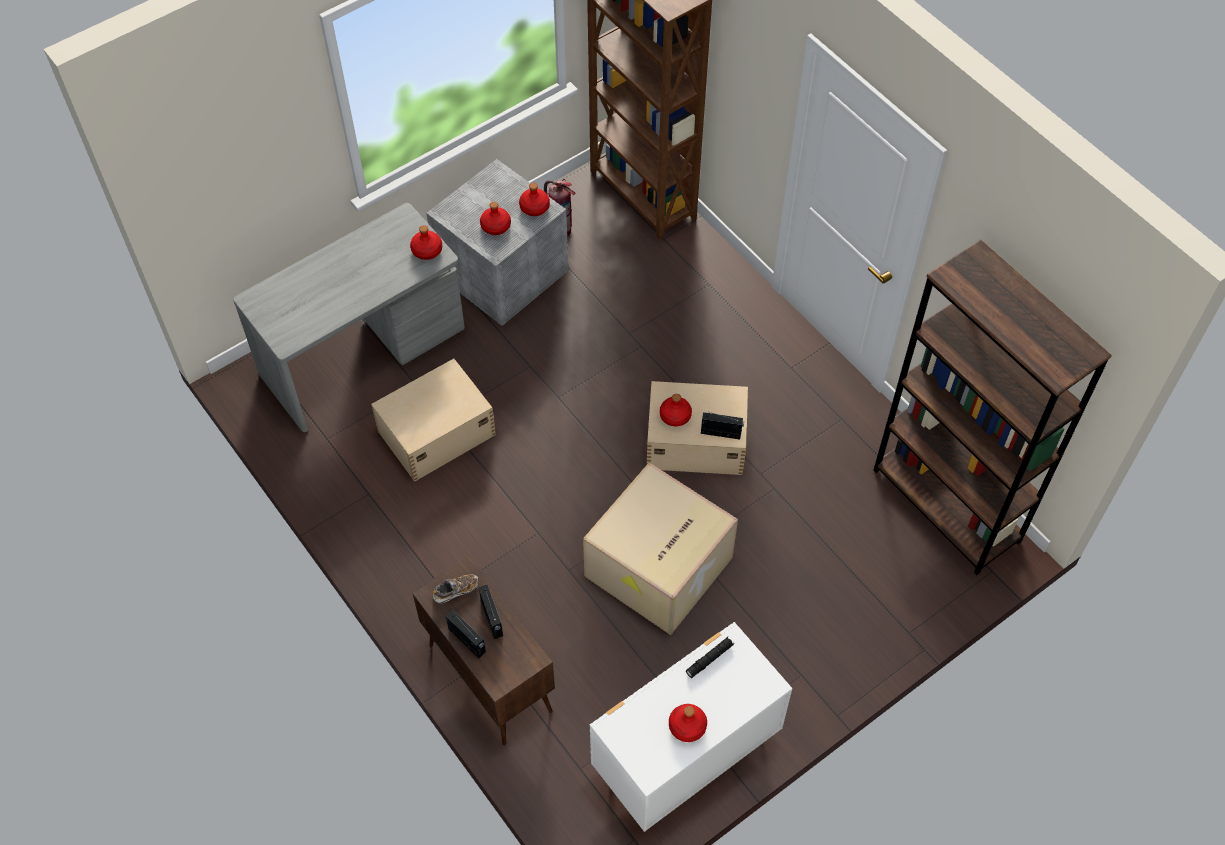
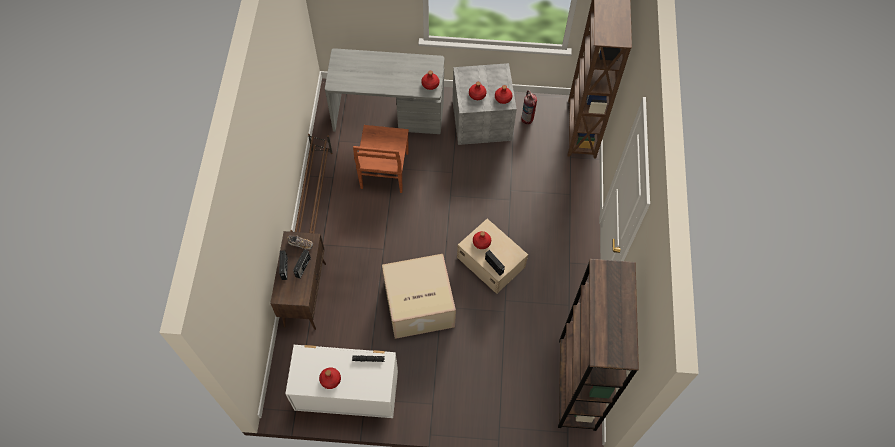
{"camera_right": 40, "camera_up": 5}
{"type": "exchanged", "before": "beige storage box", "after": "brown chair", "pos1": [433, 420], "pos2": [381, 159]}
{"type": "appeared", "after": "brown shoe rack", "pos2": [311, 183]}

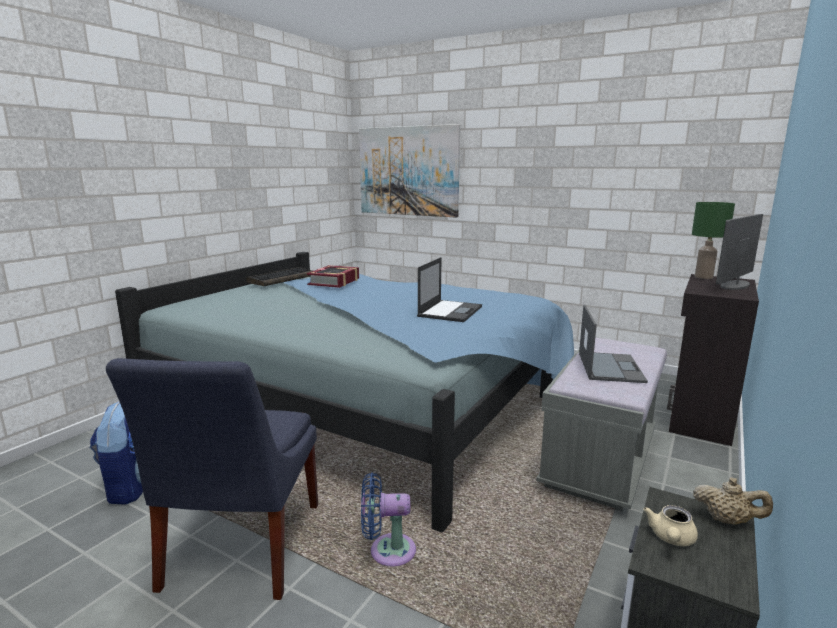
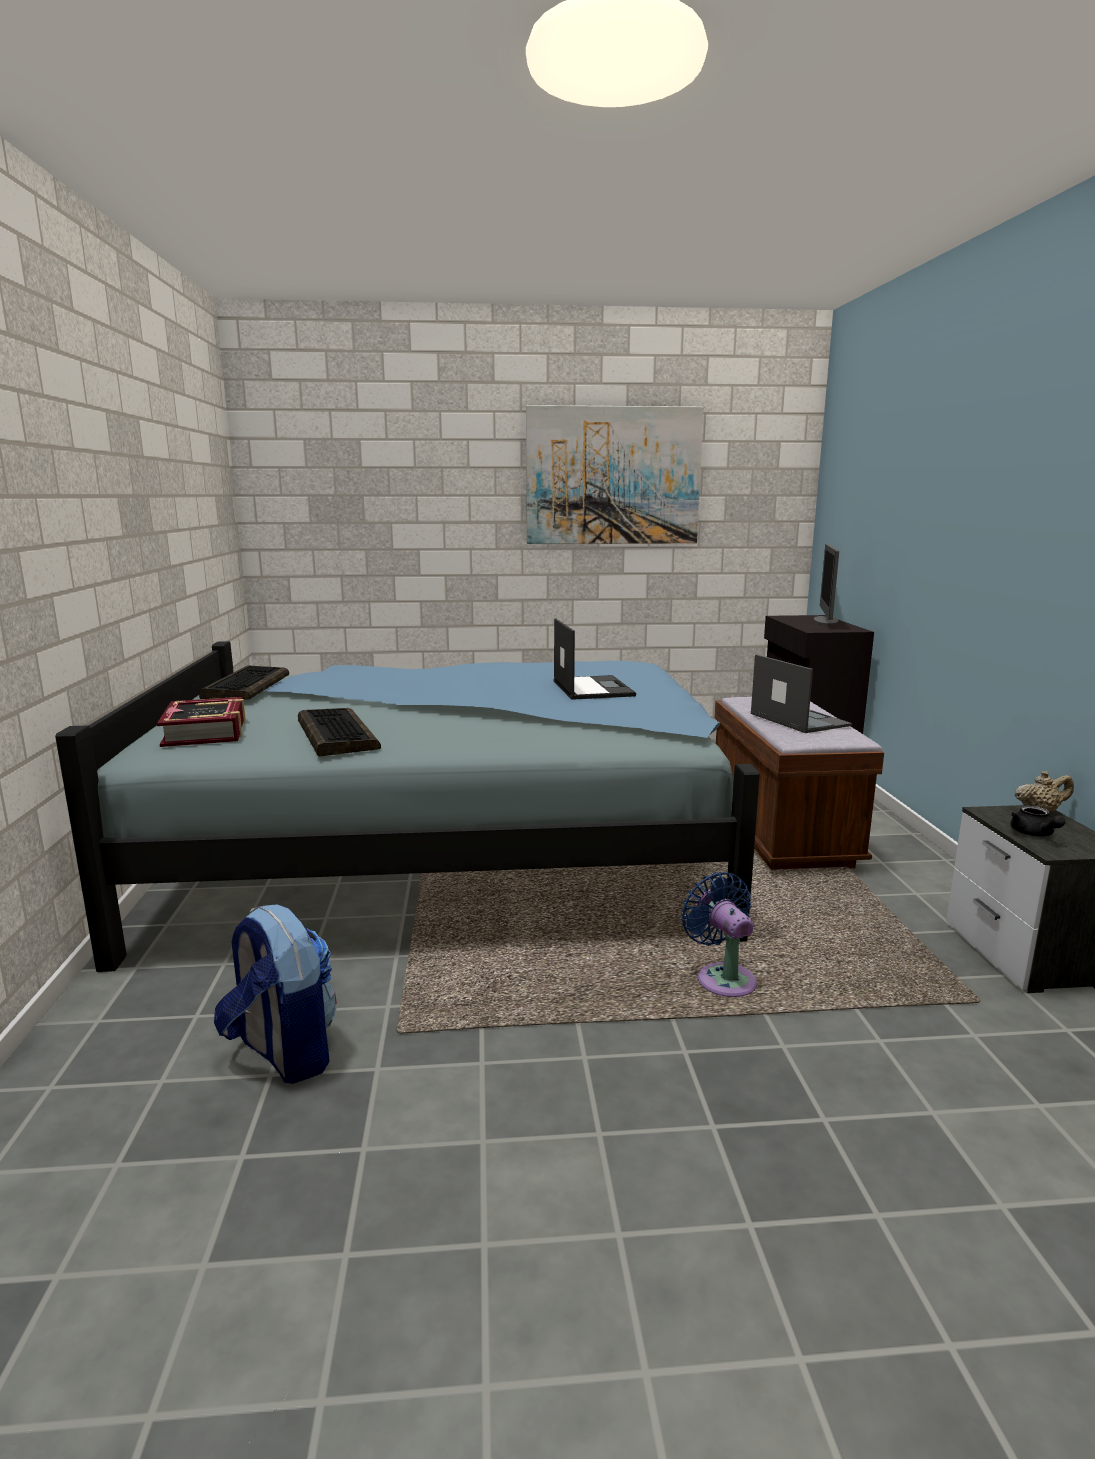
{"camera_right": -35, "camera_up": 0}
{"type": "missing", "before": "blue chair", "pos1": [212, 479]}
{"type": "relocated", "before": "book", "pos1": [333, 276], "pos2": [201, 722]}
{"type": "relocated", "before": "picture", "pos1": [409, 171], "pos2": [615, 474]}
{"type": "spun", "before": "blue fan", "pos1": [388, 520], "pos2": [719, 934], "turn": 105}
{"type": "colour", "before": "grey bench", "after": "brown bench", "pos1": [601, 425], "pos2": [799, 783]}
{"type": "colour", "before": "beige teapot", "after": "black teapot", "pos1": [670, 525], "pos2": [1038, 820]}
{"type": "missing", "before": "green table lamp", "pos1": [713, 240]}
{"type": "appeared", "after": "keyboard", "pos2": [339, 732]}

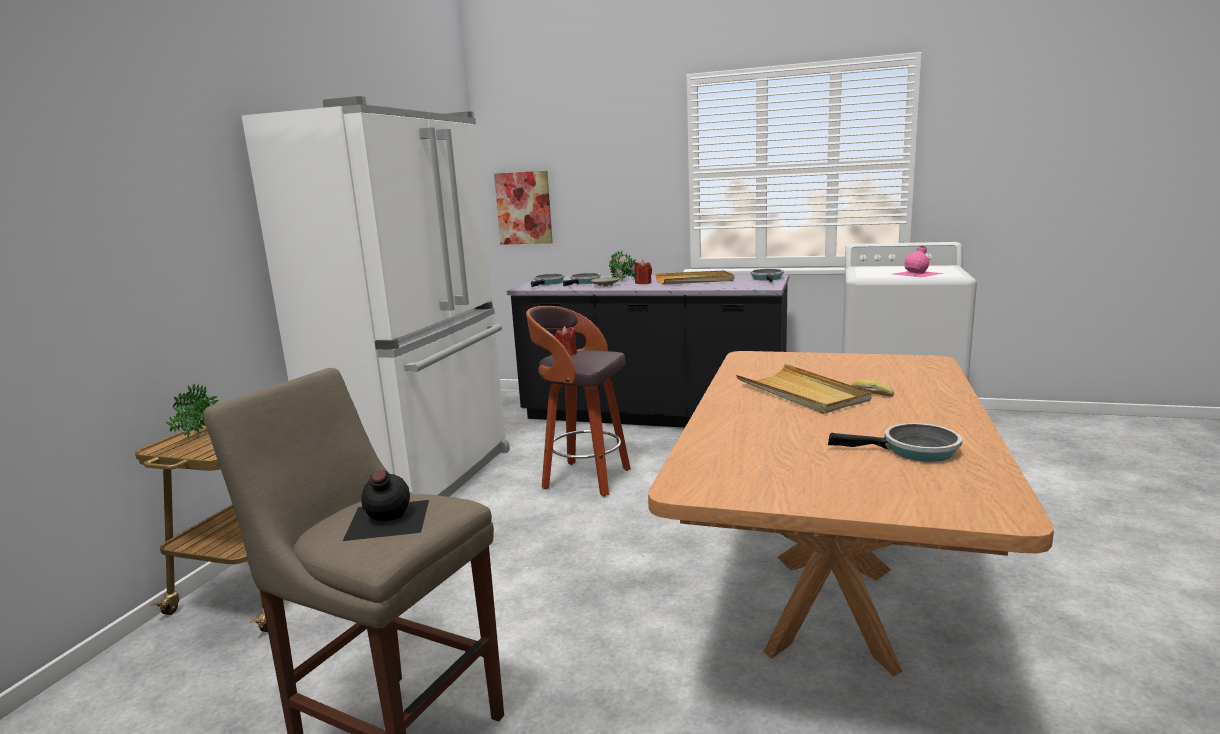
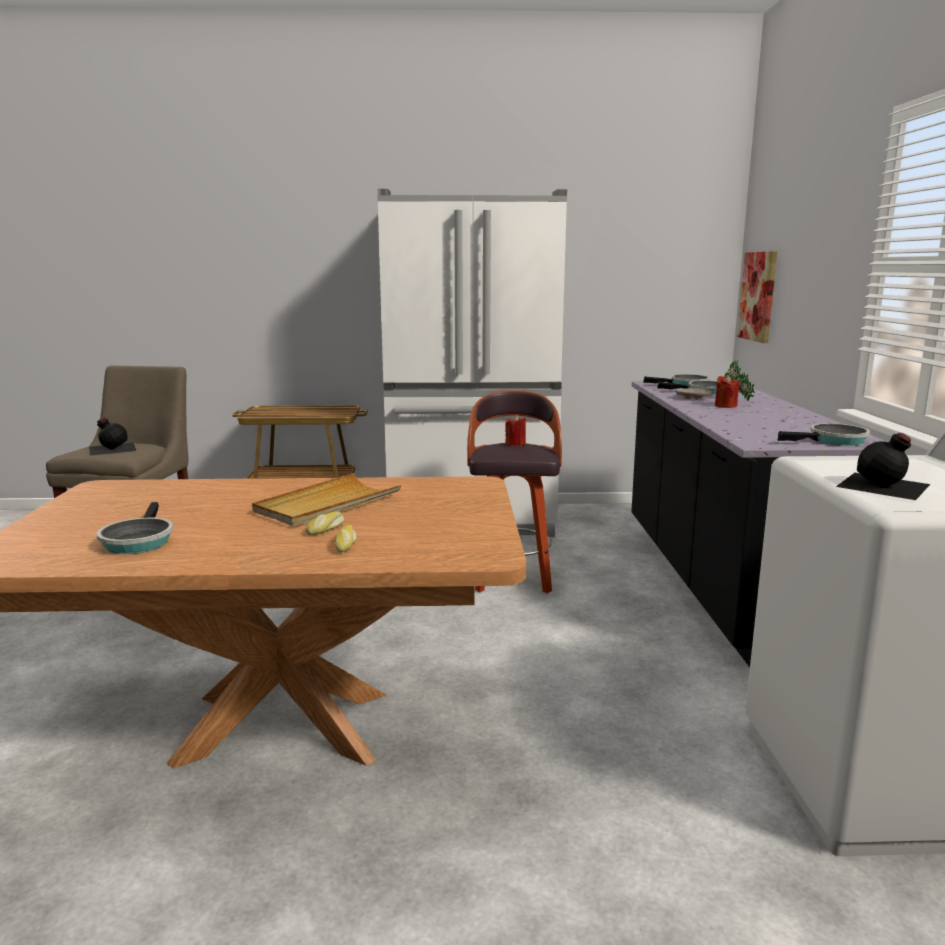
{"camera_right": 70, "camera_up": 0}
{"type": "missing", "before": "potted plant", "pos1": [192, 411]}
{"type": "missing", "before": "beige tray", "pos1": [695, 277]}
{"type": "colour", "before": "pink bottle", "after": "black bottle", "pos1": [918, 261], "pos2": [883, 466]}
{"type": "appeared", "after": "bread", "pos2": [346, 539]}

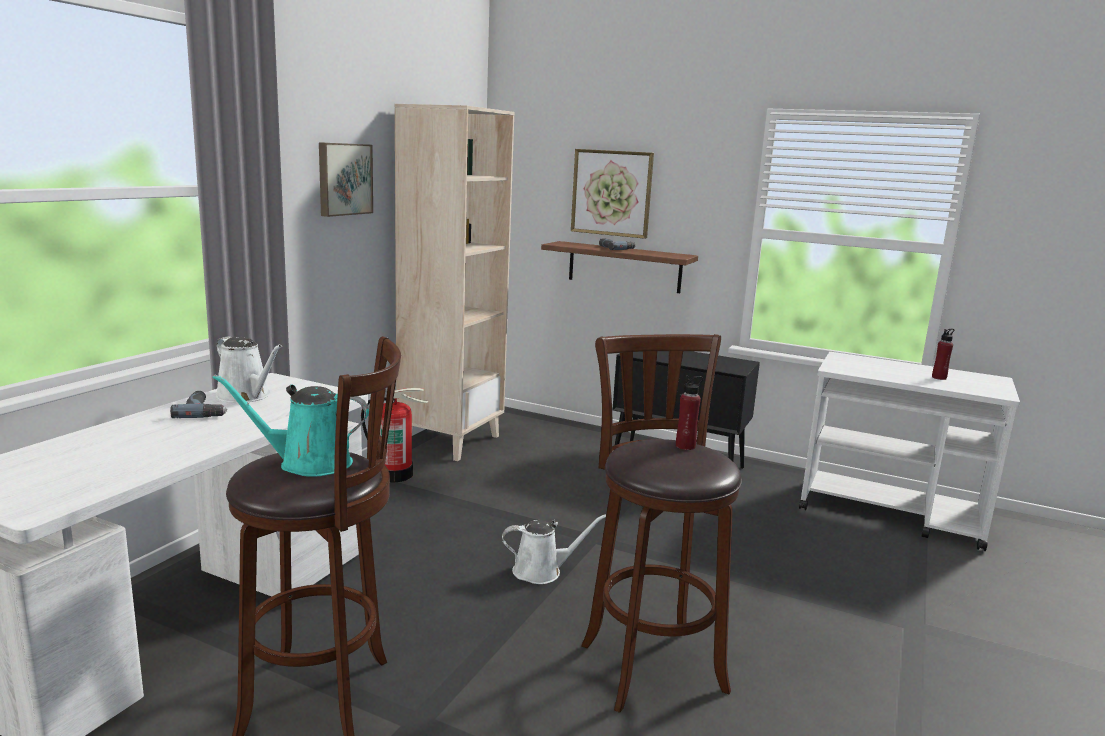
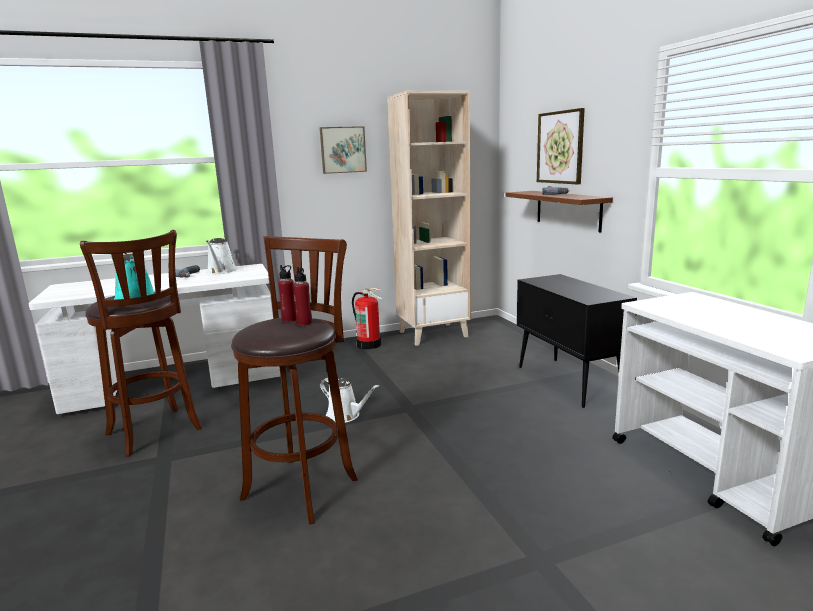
{"camera_right": 45, "camera_up": 0}
{"type": "relocated", "before": "red bottle", "pos1": [943, 354], "pos2": [287, 293]}

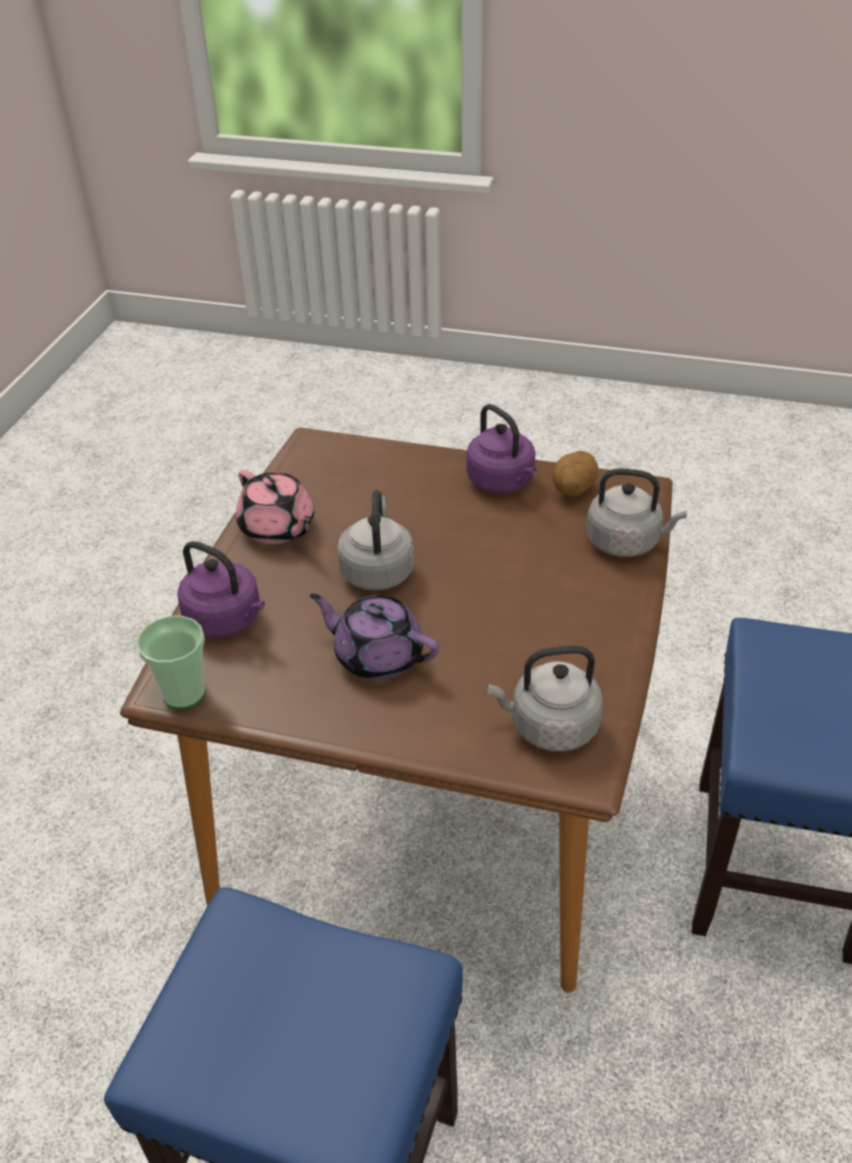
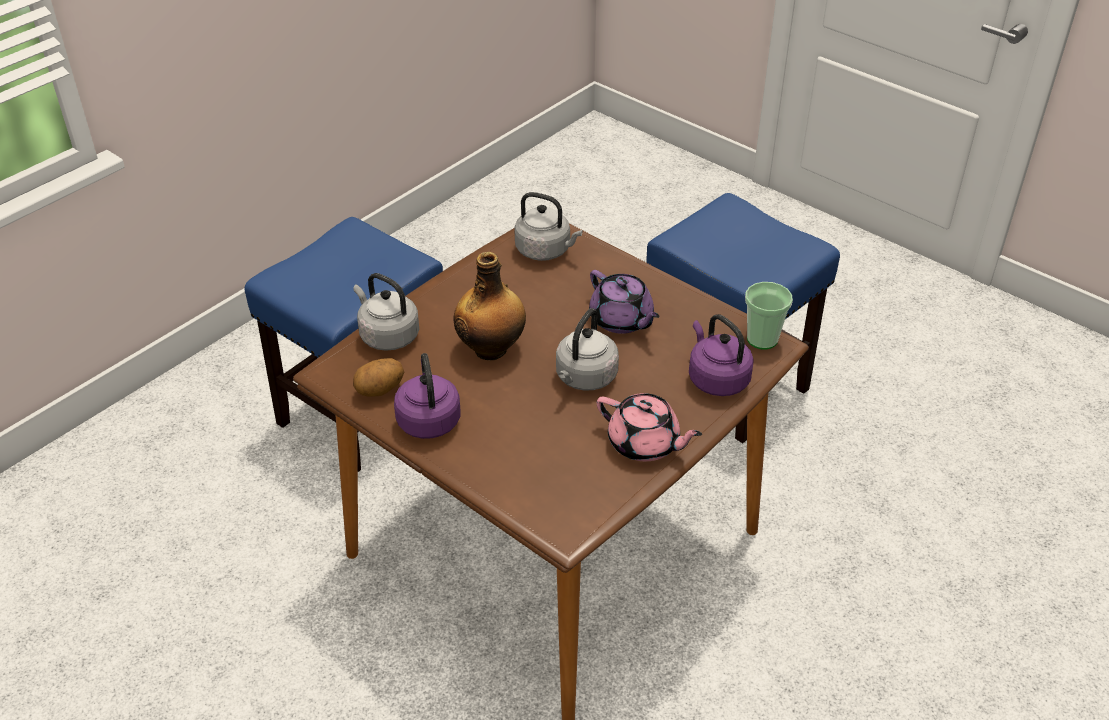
{"camera_right": -155, "camera_up": 0}
{"type": "spun", "before": "pink teapot", "pos1": [275, 506], "pos2": [649, 427], "turn": 135}
{"type": "appeared", "after": "bottle", "pos2": [489, 306]}

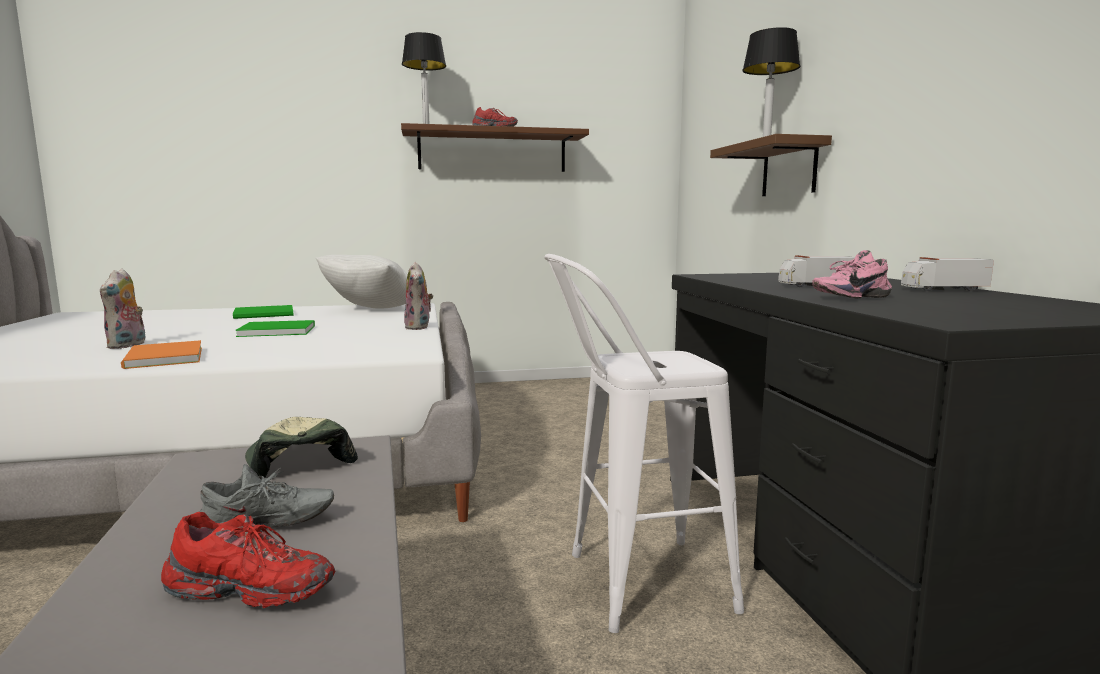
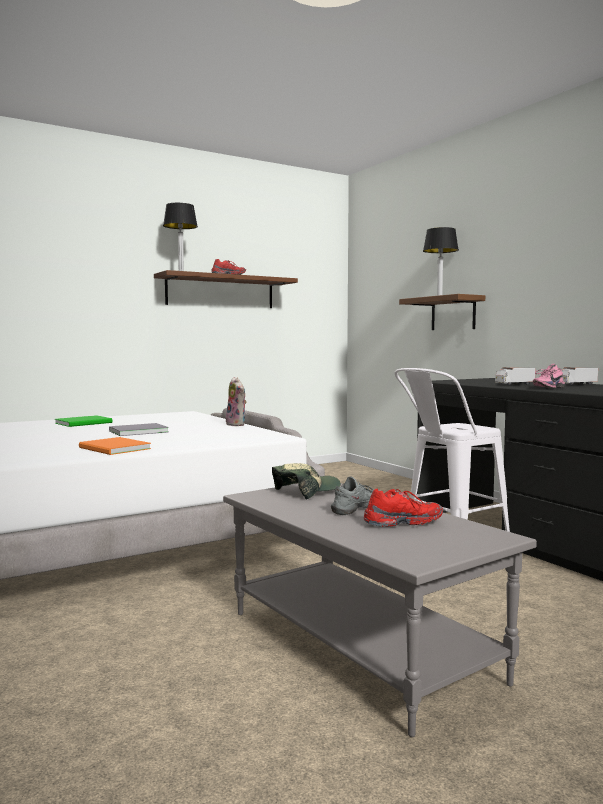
{"camera_right": -20, "camera_up": -5}
{"type": "missing", "before": "plush toy", "pos1": [123, 309]}
{"type": "colour", "before": "green book", "after": "grey book", "pos1": [275, 328], "pos2": [139, 429]}
{"type": "spun", "before": "cap", "pos1": [301, 447], "pos2": [306, 481], "turn": 105}
{"type": "missing", "before": "white pillow", "pos1": [362, 281]}

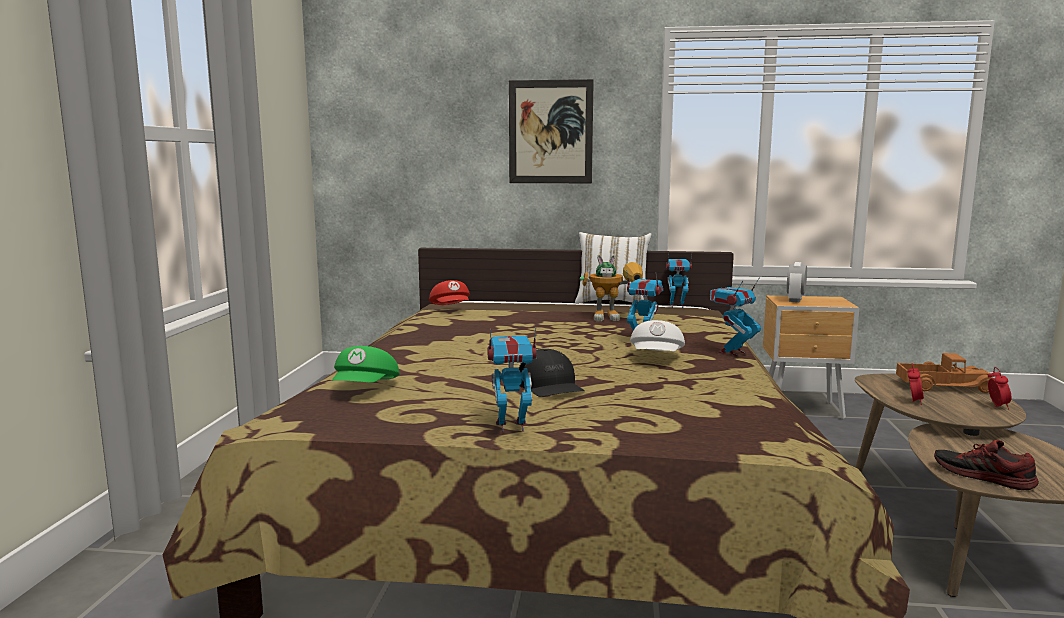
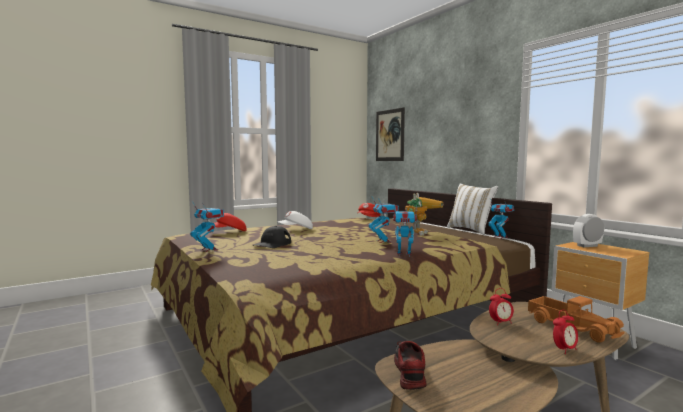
{"camera_right": 50, "camera_up": -5}
{"type": "colour", "before": "green cap", "after": "red cap", "pos1": [365, 364], "pos2": [230, 222]}
{"type": "relocated", "before": "picture", "pos1": [551, 131], "pos2": [390, 134]}
{"type": "spun", "before": "toy robot", "pos1": [611, 288], "pos2": [424, 214], "turn": -105}
{"type": "relocated", "before": "white cap", "pos1": [657, 335], "pos2": [295, 220]}

